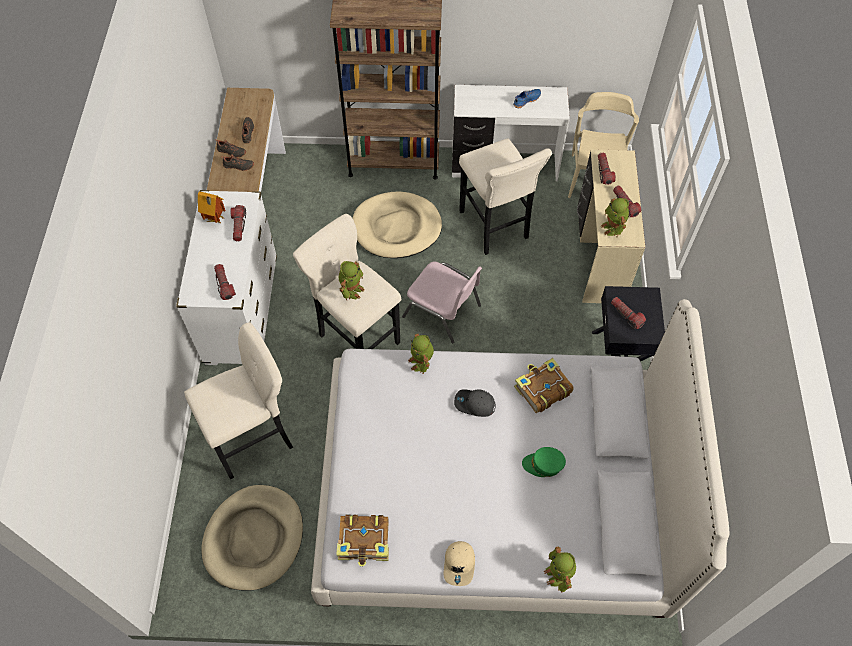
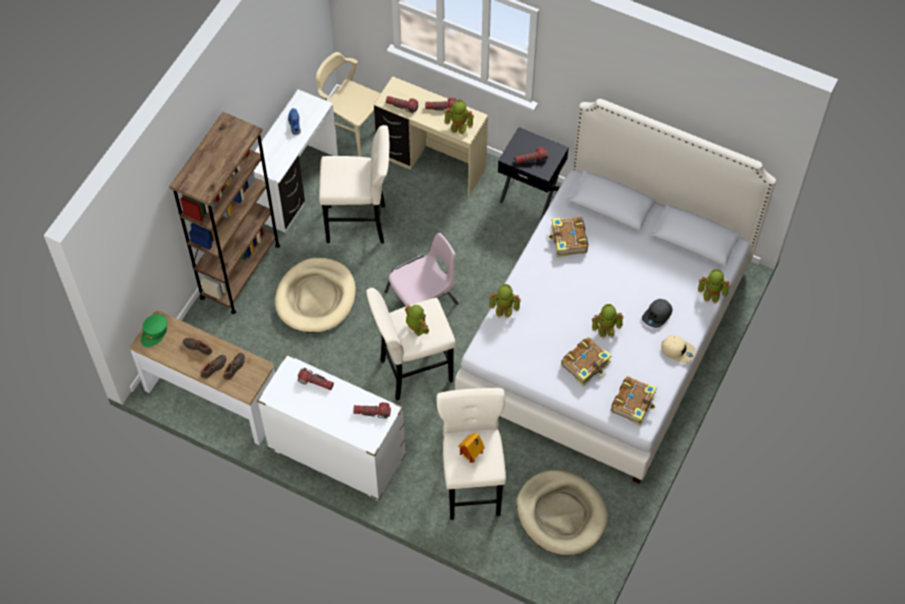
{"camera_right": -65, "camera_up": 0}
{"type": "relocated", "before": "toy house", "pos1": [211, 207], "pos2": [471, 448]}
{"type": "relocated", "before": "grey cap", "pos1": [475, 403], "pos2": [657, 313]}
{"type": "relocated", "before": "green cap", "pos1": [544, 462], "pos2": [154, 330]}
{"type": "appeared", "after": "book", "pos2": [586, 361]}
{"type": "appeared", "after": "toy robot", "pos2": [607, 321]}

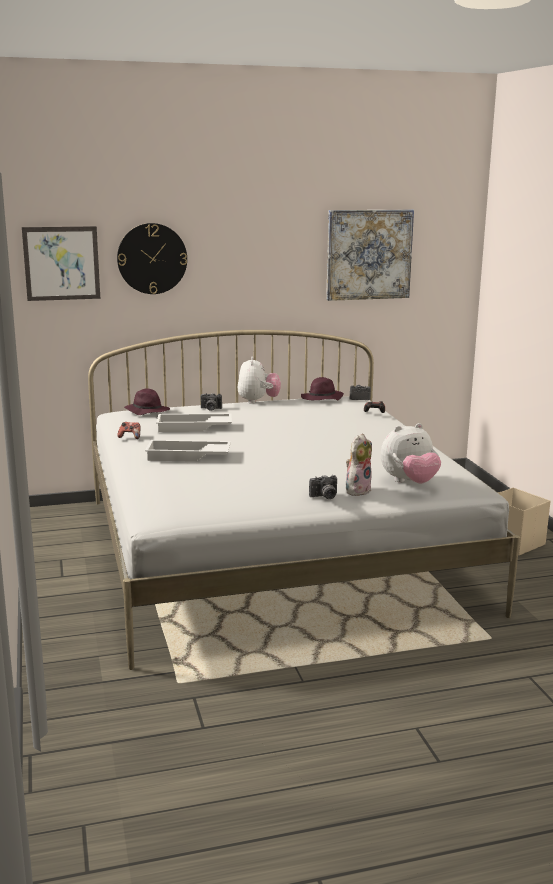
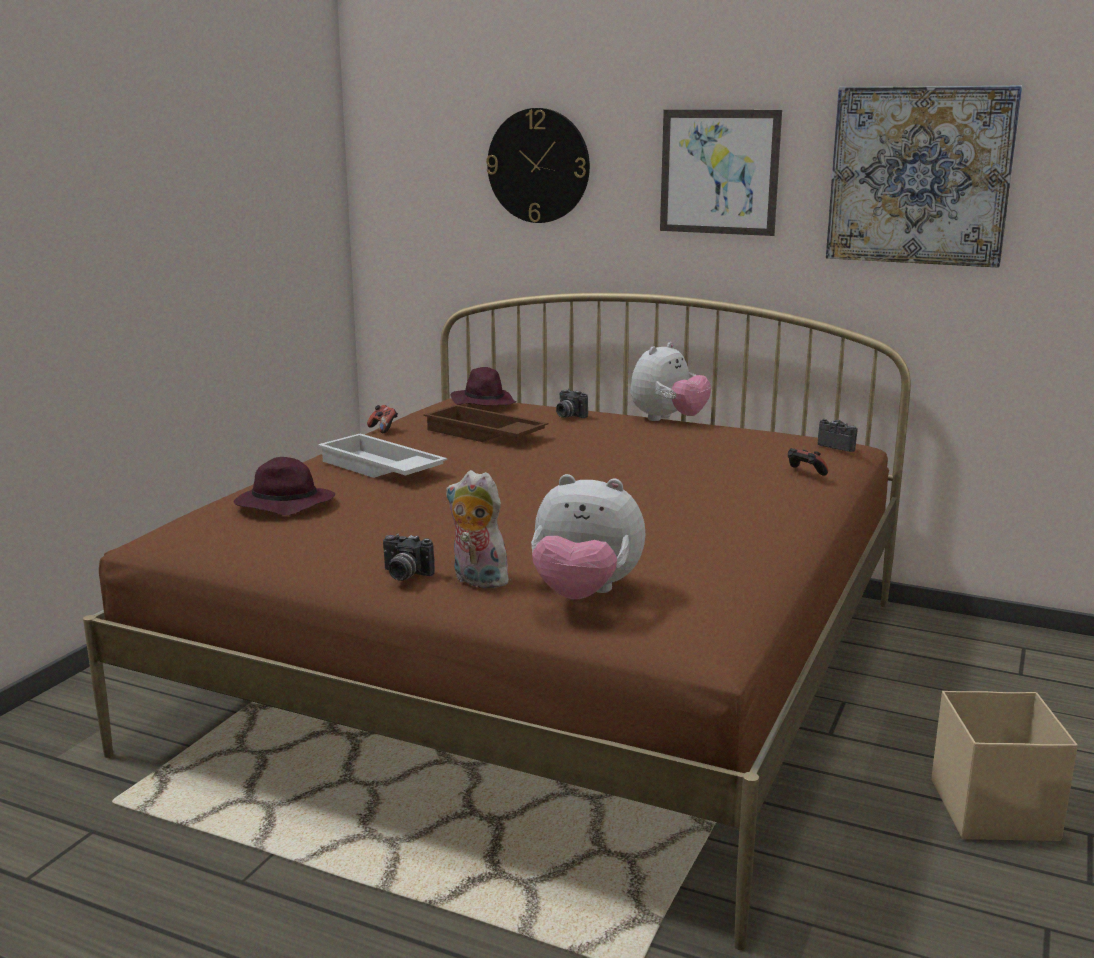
{"camera_right": 40, "camera_up": 0}
{"type": "relocated", "before": "picture", "pos1": [61, 263], "pos2": [721, 173]}
{"type": "colour", "before": "white bed", "after": "brown bed", "pos1": [304, 500], "pos2": [497, 621]}
{"type": "colour", "before": "white tray", "after": "brown tray", "pos1": [194, 422], "pos2": [485, 423]}
{"type": "relocated", "before": "purple hat", "pos1": [322, 388], "pos2": [284, 486]}
{"type": "spun", "before": "plush toy", "pos1": [359, 464], "pos2": [477, 529], "turn": -135}

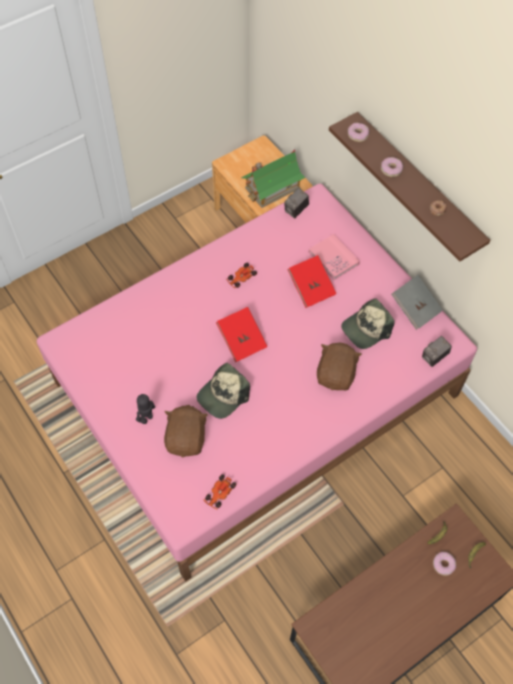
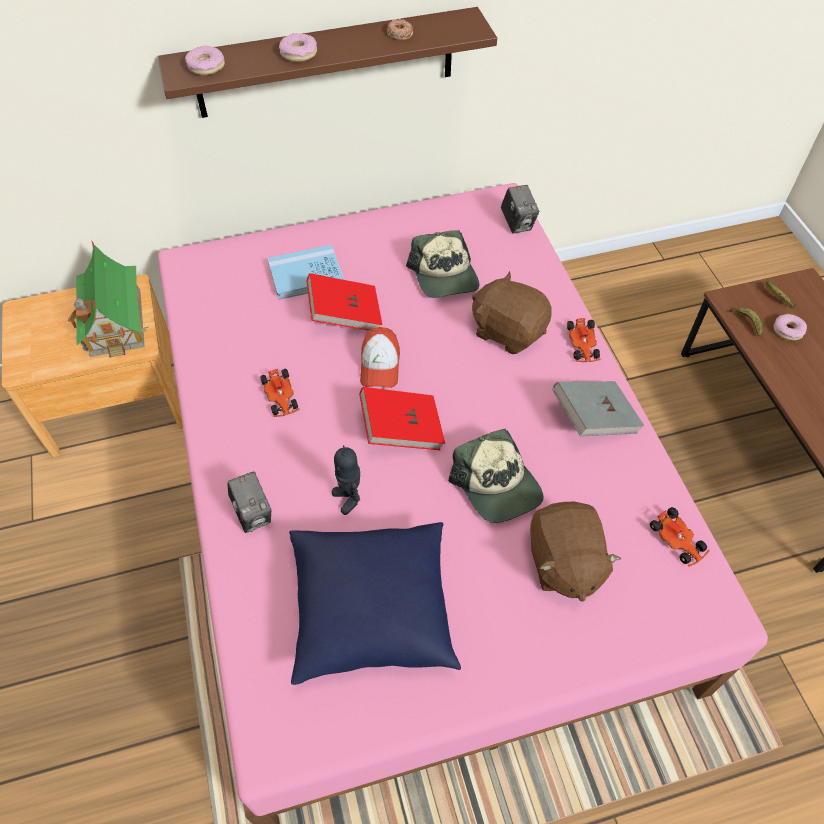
{"camera_right": -70, "camera_up": -5}
{"type": "relocated", "before": "toy robot", "pos1": [145, 409], "pos2": [346, 480]}
{"type": "spun", "before": "brown plush toy", "pos1": [186, 431], "pos2": [575, 552], "turn": -120}
{"type": "relocated", "before": "photo camera", "pos1": [296, 203], "pos2": [249, 502]}
{"type": "colour", "before": "pink book", "after": "blue book", "pos1": [334, 257], "pos2": [306, 272]}
{"type": "relocated", "before": "grey book", "pos1": [417, 302], "pos2": [598, 409]}
{"type": "appeared", "after": "blue pillow", "pos2": [375, 603]}
{"type": "appeared", "after": "cap", "pos2": [380, 357]}
{"type": "appeared", "after": "toy car", "pos2": [584, 340]}

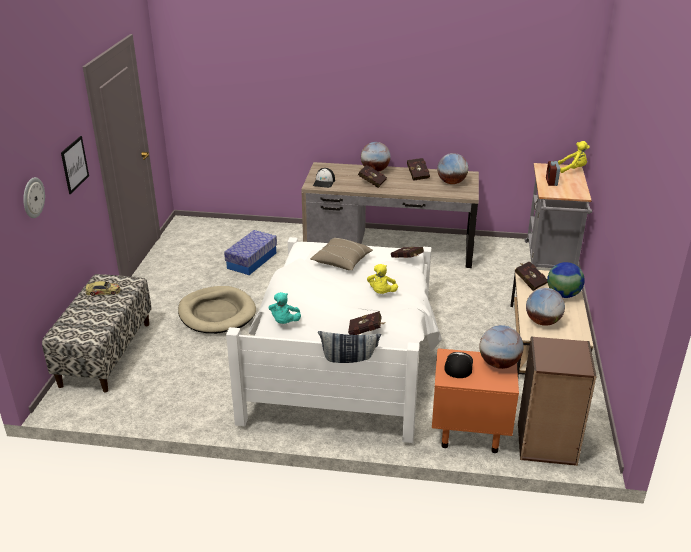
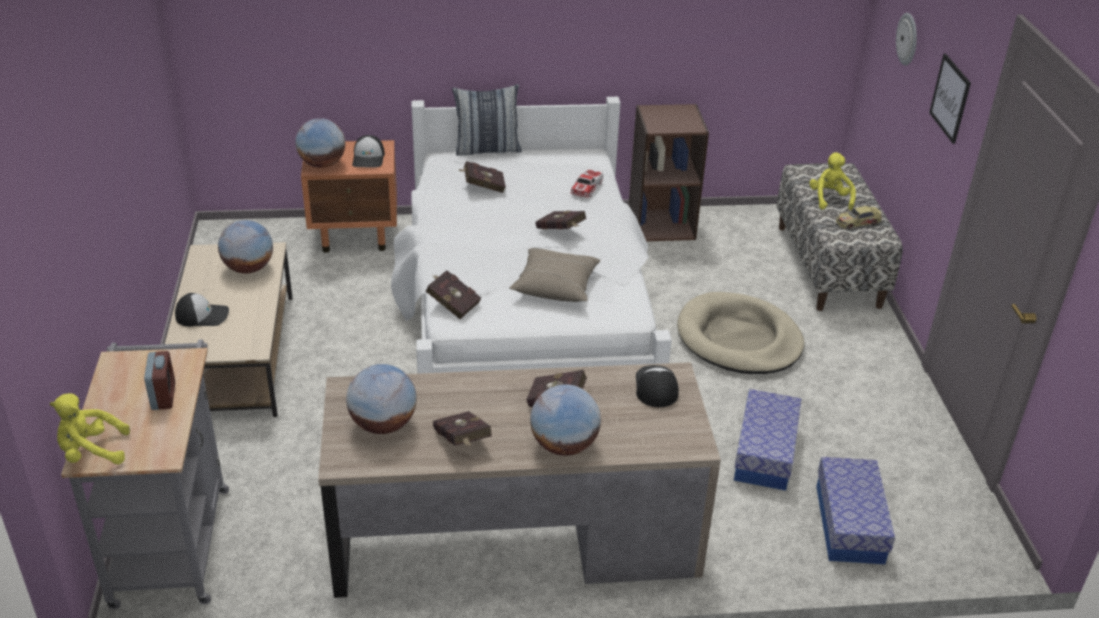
{"camera_right": 165, "camera_up": 5}
{"type": "exchanged", "before": "turquoise plush toy", "after": "toy car", "pos1": [284, 308], "pos2": [587, 184]}
{"type": "relocated", "before": "yellow plush toy", "pos1": [382, 279], "pos2": [832, 181]}
{"type": "relocated", "before": "red book", "pos1": [531, 276], "pos2": [561, 220]}
{"type": "relocated", "before": "brown bookcase", "pos1": [557, 401], "pos2": [669, 172]}
{"type": "exchanged", "before": "globe", "after": "cap", "pos1": [566, 280], "pos2": [202, 310]}
{"type": "appeared", "after": "storage box", "pos2": [855, 510]}

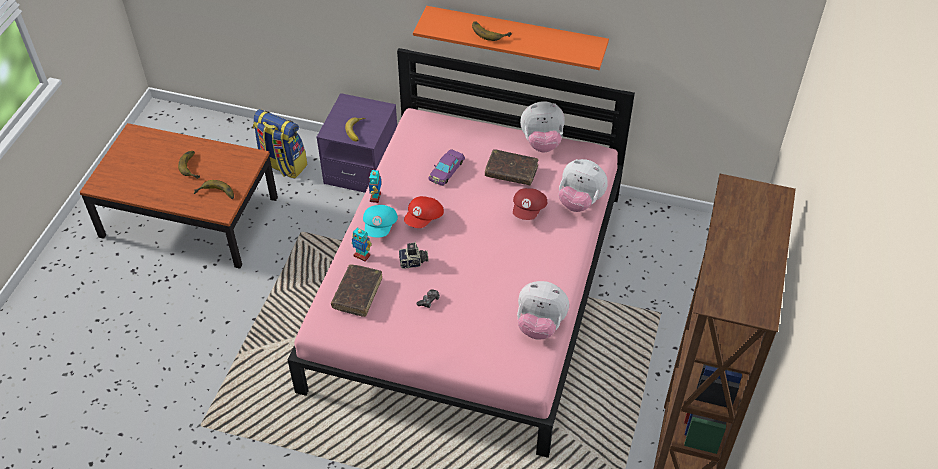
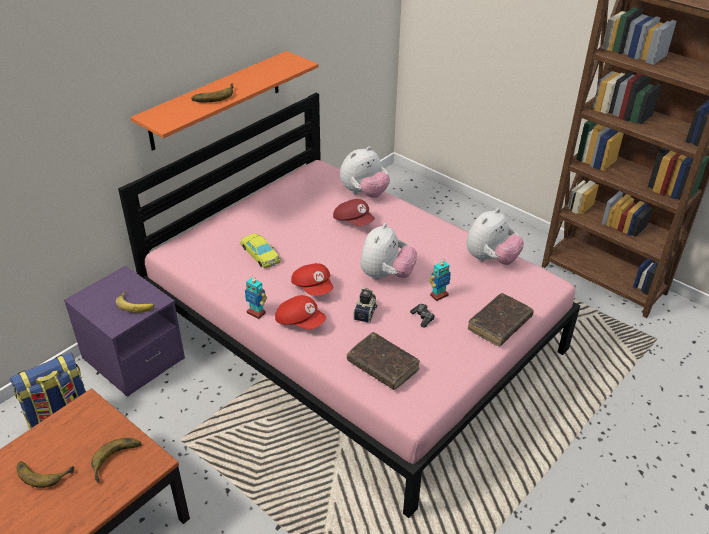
{"camera_right": -65, "camera_up": -10}
{"type": "relocated", "before": "toy robot", "pos1": [361, 245], "pos2": [440, 281]}
{"type": "colour", "before": "turquoise cap", "after": "red cap", "pos1": [380, 221], "pos2": [300, 312]}
{"type": "colour", "before": "purple toy car", "after": "yellow toy car", "pos1": [446, 167], "pos2": [260, 250]}
{"type": "relocated", "before": "brown book", "pos1": [511, 167], "pos2": [501, 319]}
{"type": "relocated", "before": "plush toy", "pos1": [542, 126], "pos2": [388, 251]}

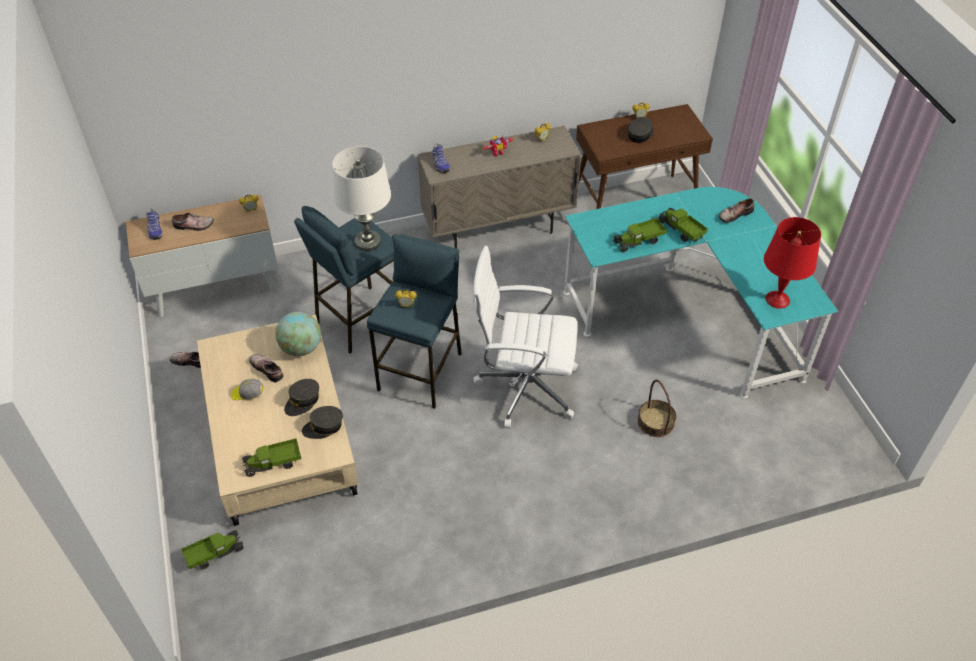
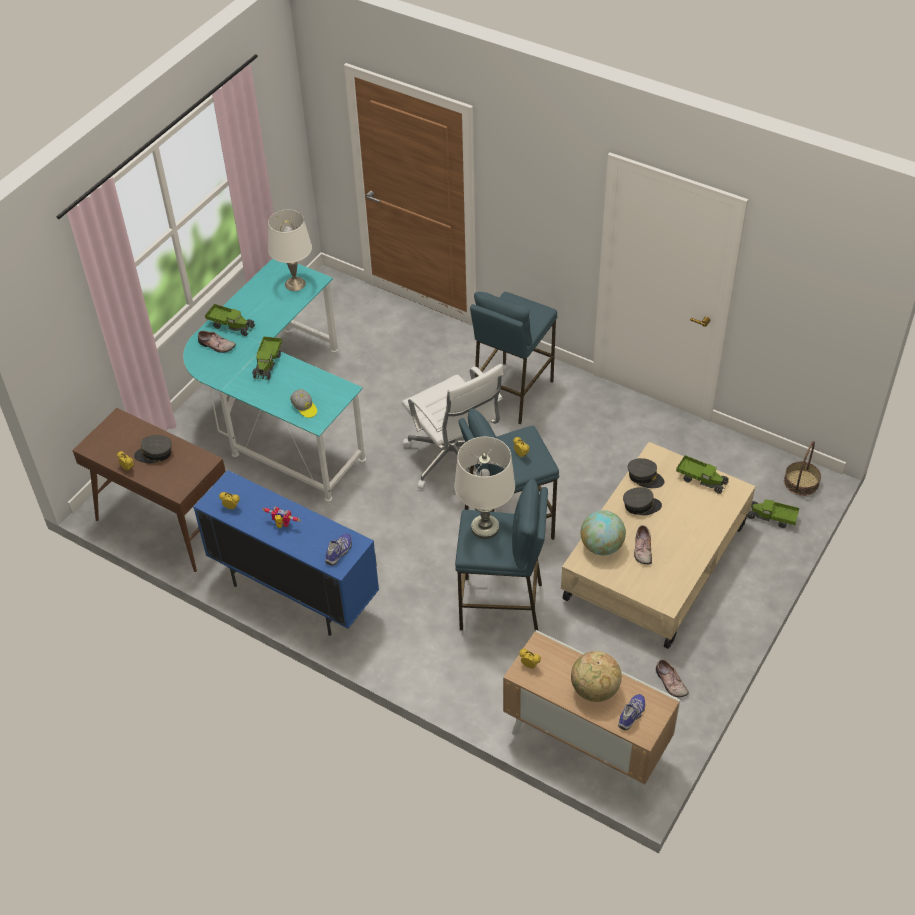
{"camera_right": -130, "camera_up": 0}
{"type": "exchanged", "before": "shoe", "after": "globe", "pos1": [193, 221], "pos2": [596, 676]}
{"type": "relocated", "before": "cap", "pos1": [247, 389], "pos2": [303, 403]}
{"type": "colour", "before": "beige cabinet", "after": "blue cabinet", "pos1": [499, 187], "pos2": [286, 553]}
{"type": "relocated", "before": "toy truck", "pos1": [640, 235], "pos2": [230, 320]}
{"type": "relocated", "before": "basket", "pos1": [656, 408], "pos2": [802, 468]}
{"type": "colour", "before": "red table lamp", "after": "white table lamp", "pos1": [792, 263], "pos2": [290, 250]}
{"type": "appeared", "after": "blue stool", "pos2": [513, 358]}

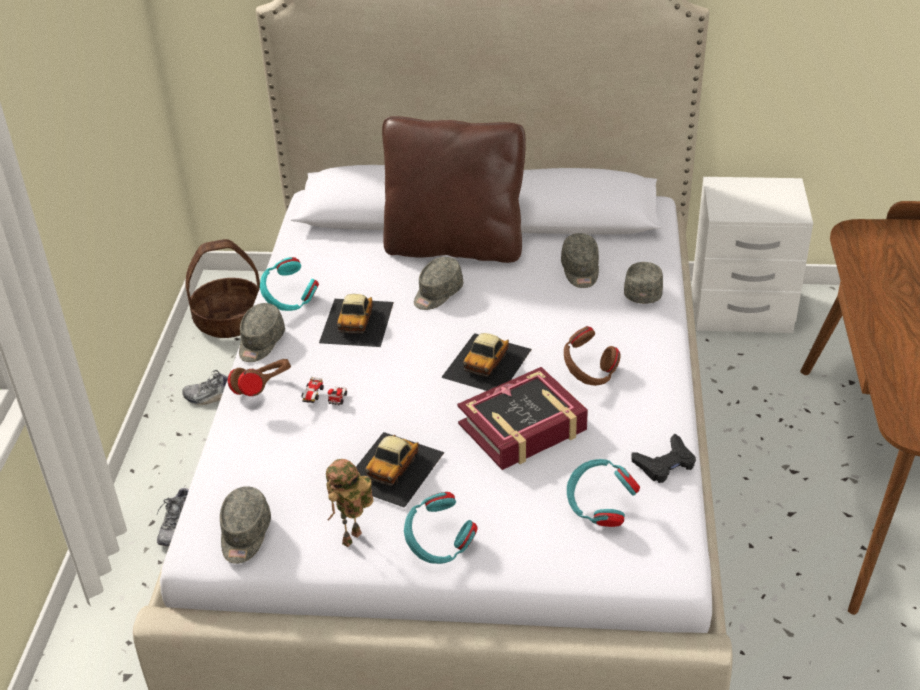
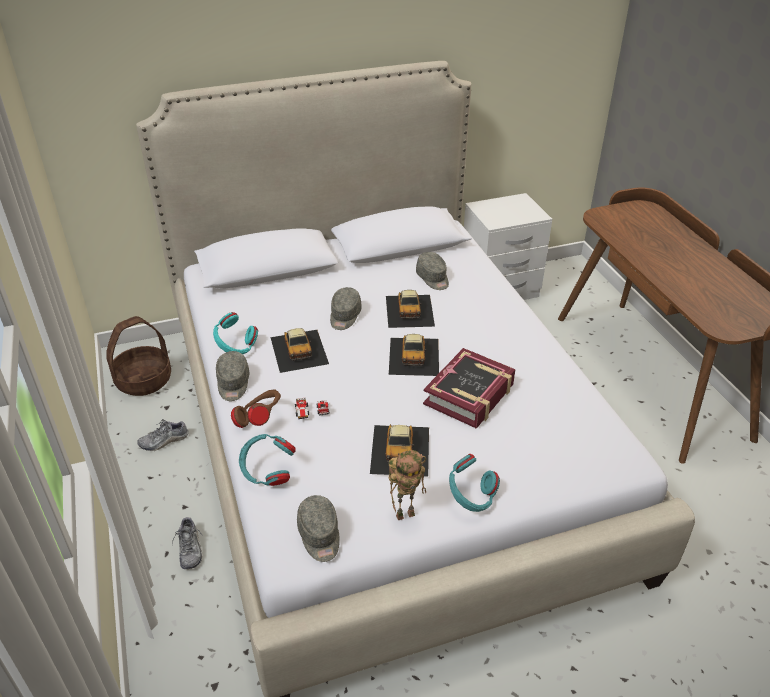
{"camera_right": -25, "camera_up": 0}
{"type": "spun", "before": "toy robot", "pos1": [349, 503], "pos2": [407, 485], "turn": -120}
{"type": "missing", "before": "brown pillow", "pos1": [454, 189]}
{"type": "missing", "before": "brown headphones", "pos1": [592, 356]}
{"type": "relocated", "before": "turquoise headphones", "pos1": [603, 493], "pos2": [267, 460]}
{"type": "missing", "before": "grey cap", "pos1": [643, 283]}
{"type": "missing", "before": "black game controller", "pos1": [663, 458]}
{"type": "appeared", "after": "toy car", "pos2": [410, 309]}

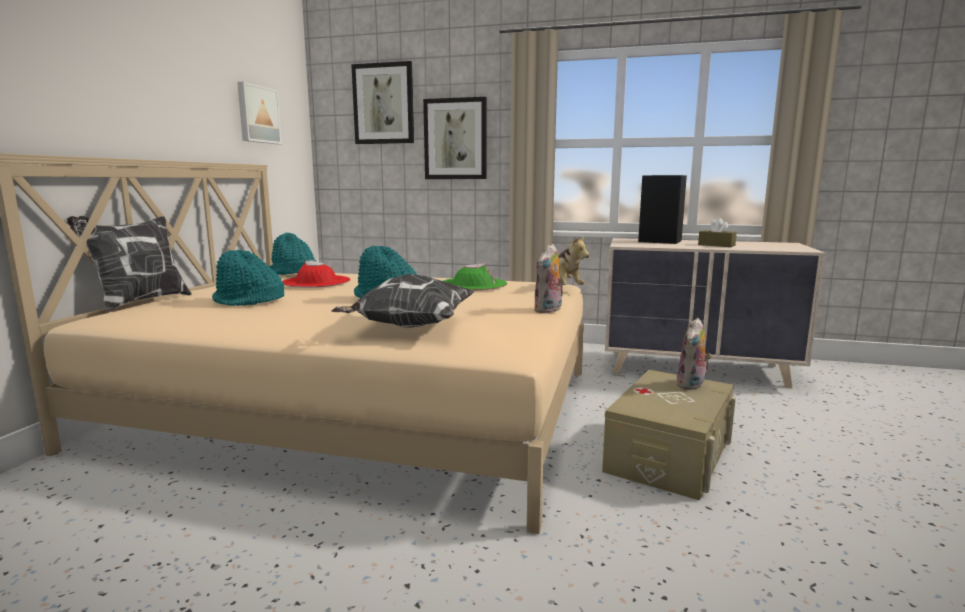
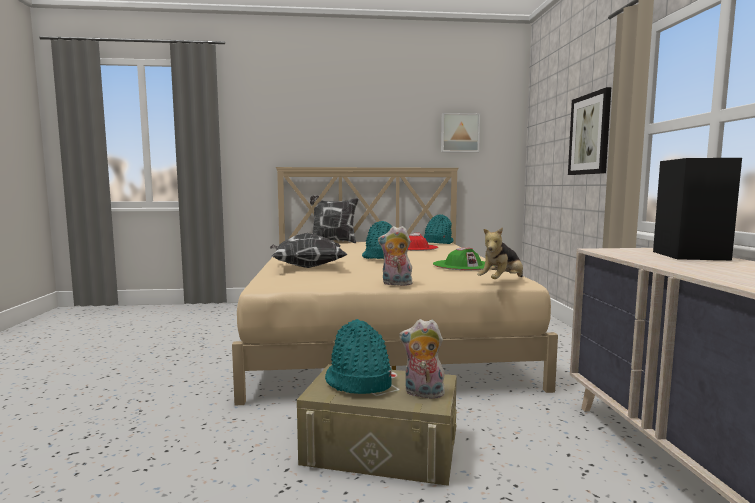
{"camera_right": 70, "camera_up": -5}
{"type": "relocated", "before": "turquoise hat", "pos1": [248, 278], "pos2": [358, 356]}
{"type": "missing", "before": "picture", "pos1": [382, 102]}
{"type": "missing", "before": "brown tissue box", "pos1": [717, 232]}

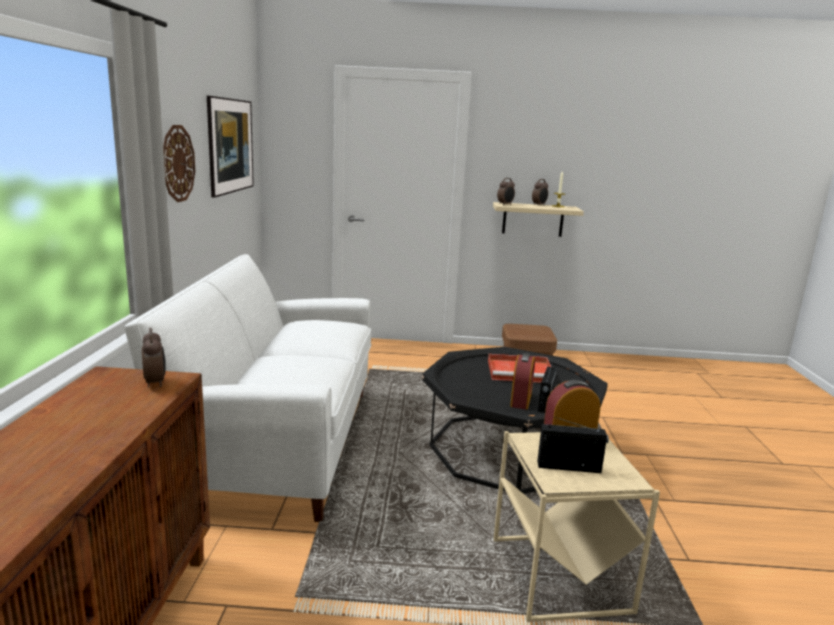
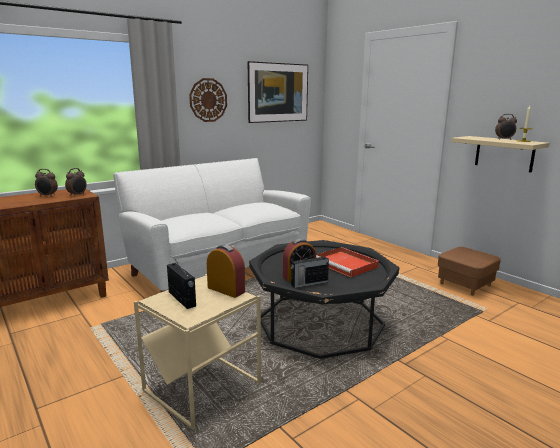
{"camera_right": 50, "camera_up": 0}
{"type": "relocated", "before": "alarm clock", "pos1": [506, 191], "pos2": [46, 183]}

